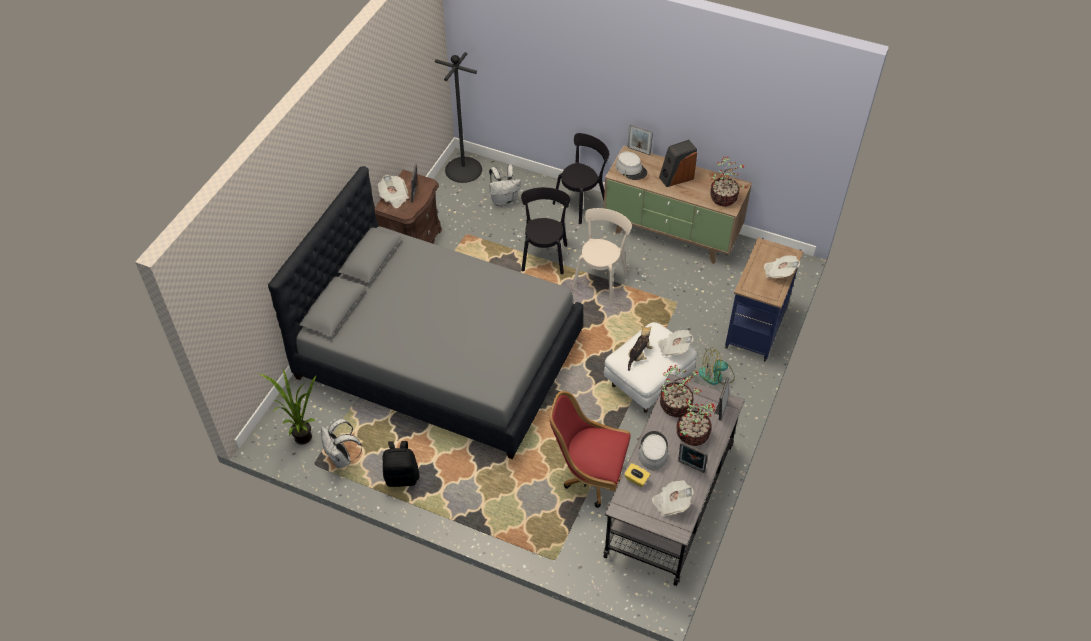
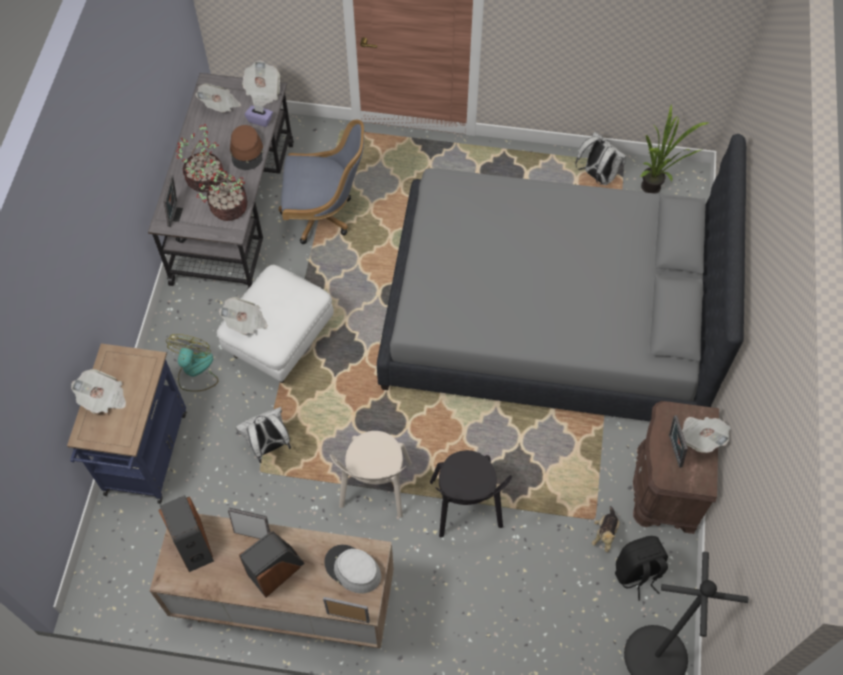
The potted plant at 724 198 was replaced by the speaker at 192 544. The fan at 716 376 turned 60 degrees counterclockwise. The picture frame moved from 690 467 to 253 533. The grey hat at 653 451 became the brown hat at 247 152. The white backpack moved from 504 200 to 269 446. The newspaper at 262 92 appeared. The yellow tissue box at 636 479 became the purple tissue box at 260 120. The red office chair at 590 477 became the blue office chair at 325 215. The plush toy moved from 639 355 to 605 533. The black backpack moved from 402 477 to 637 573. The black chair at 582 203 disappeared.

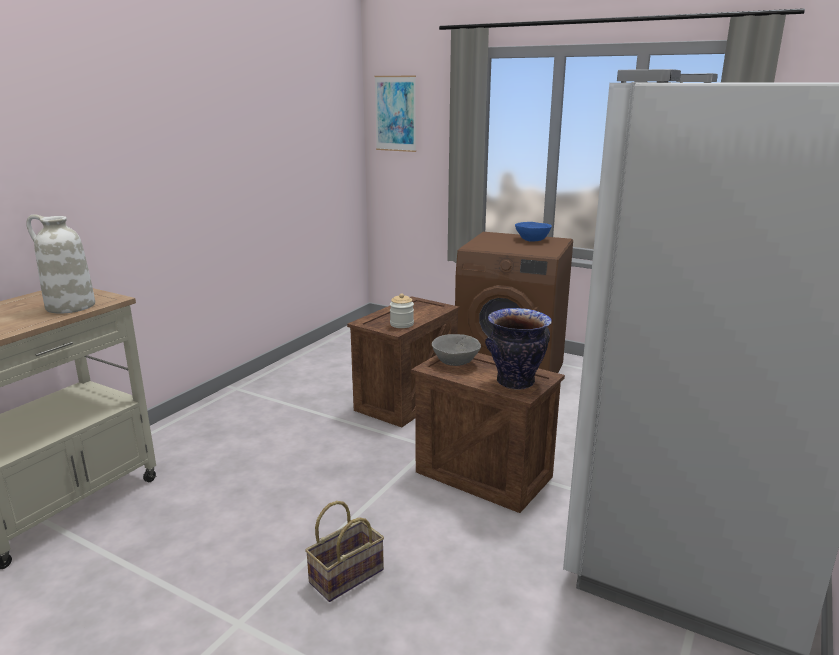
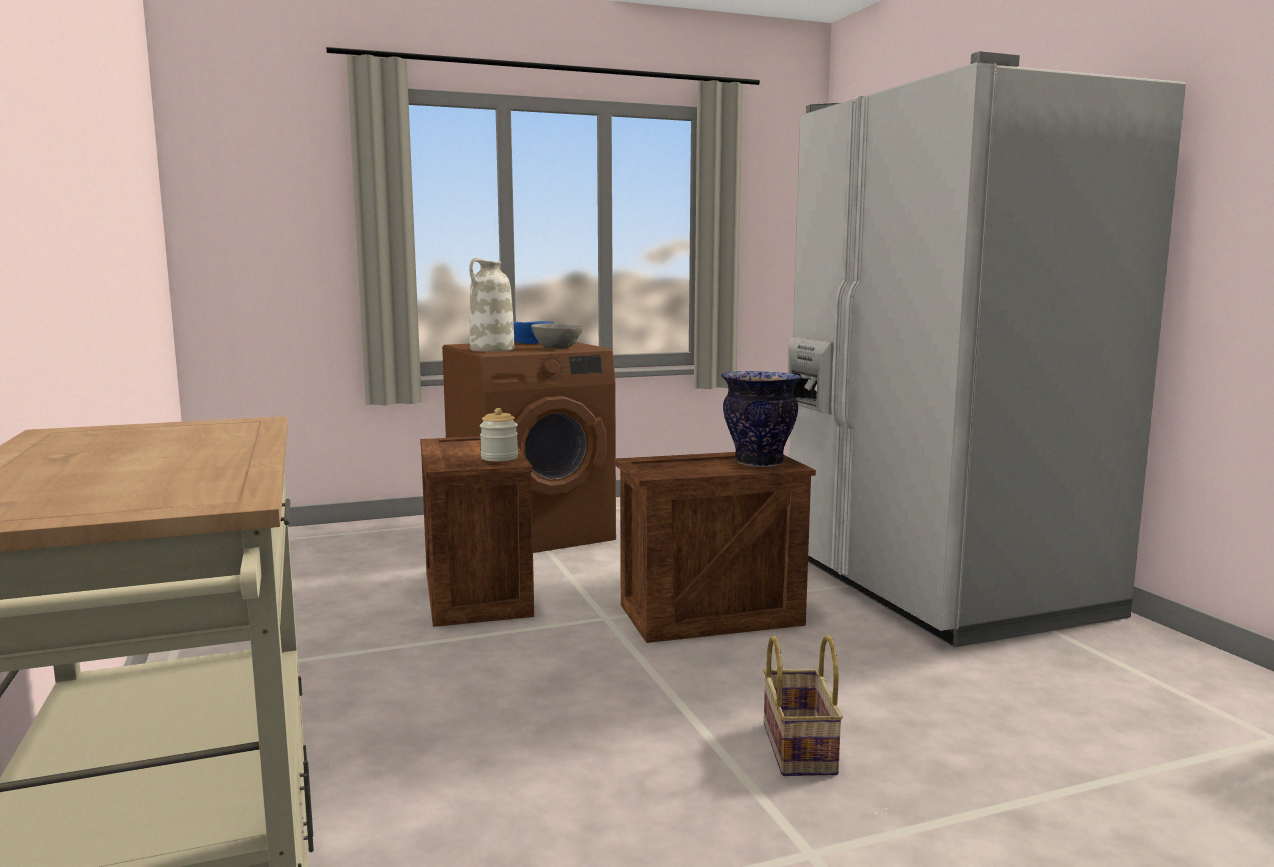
The white vase moved from 69 306 to 492 349. The grey bowl moved from 455 362 to 557 348. The picture at 395 113 disappeared.

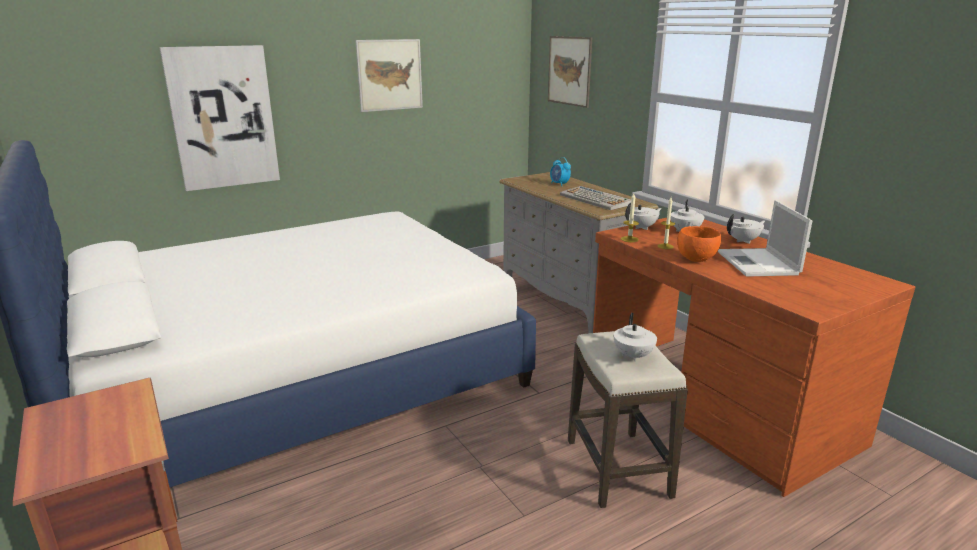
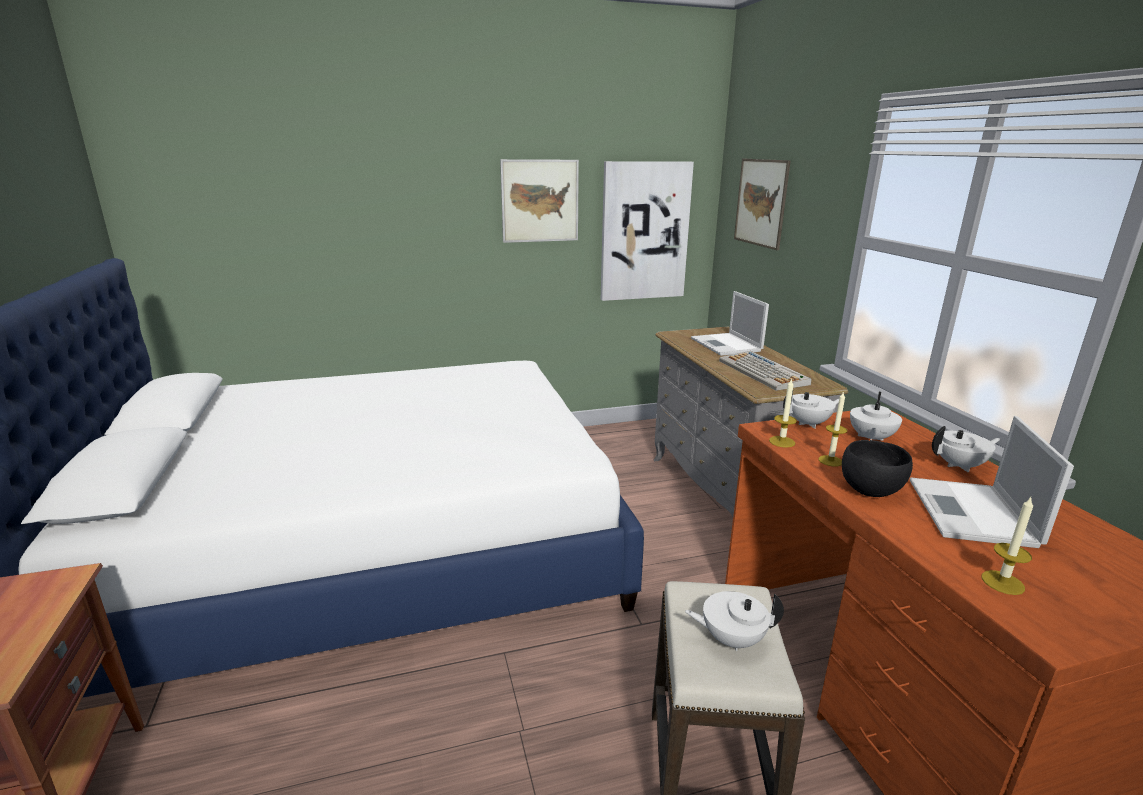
The picture moved from 223 117 to 644 231. The white teapot at 633 356 turned 75 degrees clockwise. The alarm clock at 559 184 was replaced by the laptop at 727 345. The orange bowl at 695 259 became the black bowl at 869 490. The candle at 1002 582 appeared.

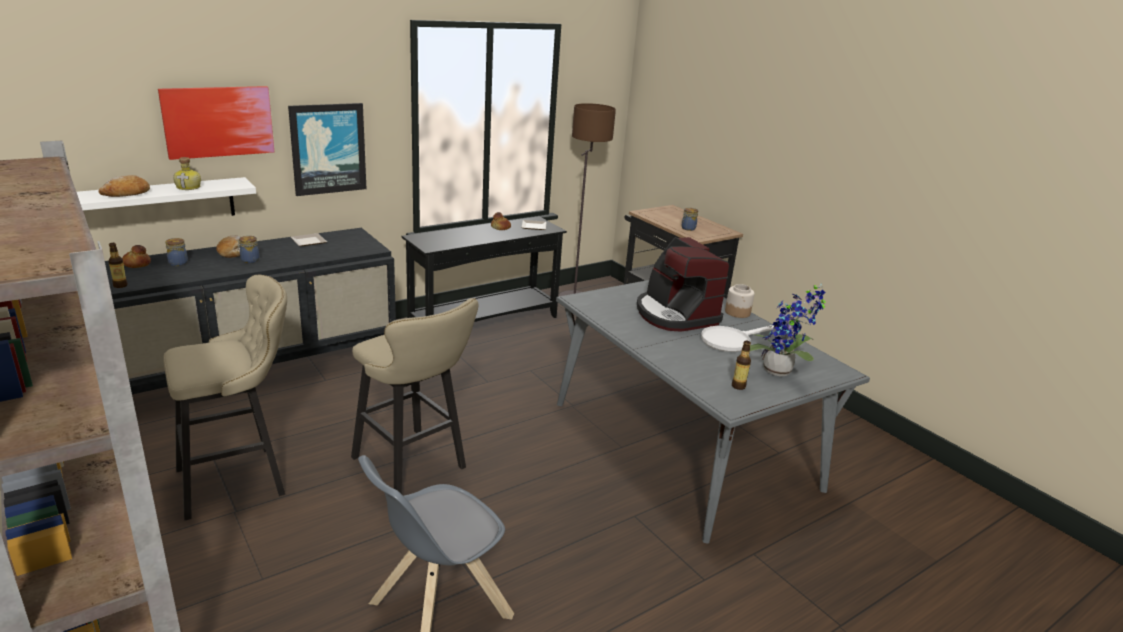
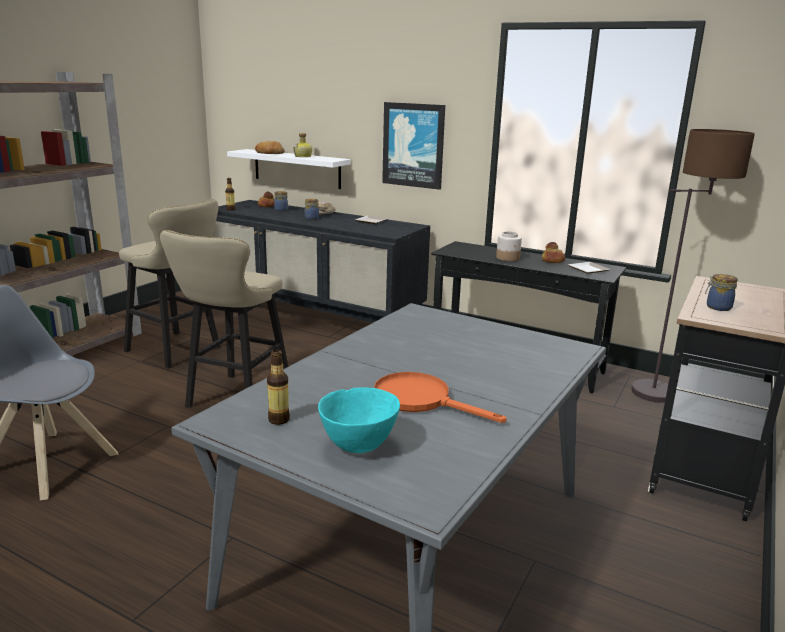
The potted plant at 780 372 was replaced by the turquoise bowl at 357 446. The white frying pan at 730 340 became the orange frying pan at 421 400. The jar moved from 737 312 to 508 258. The picture at 218 121 disappeared. The coffee machine at 675 314 disappeared.

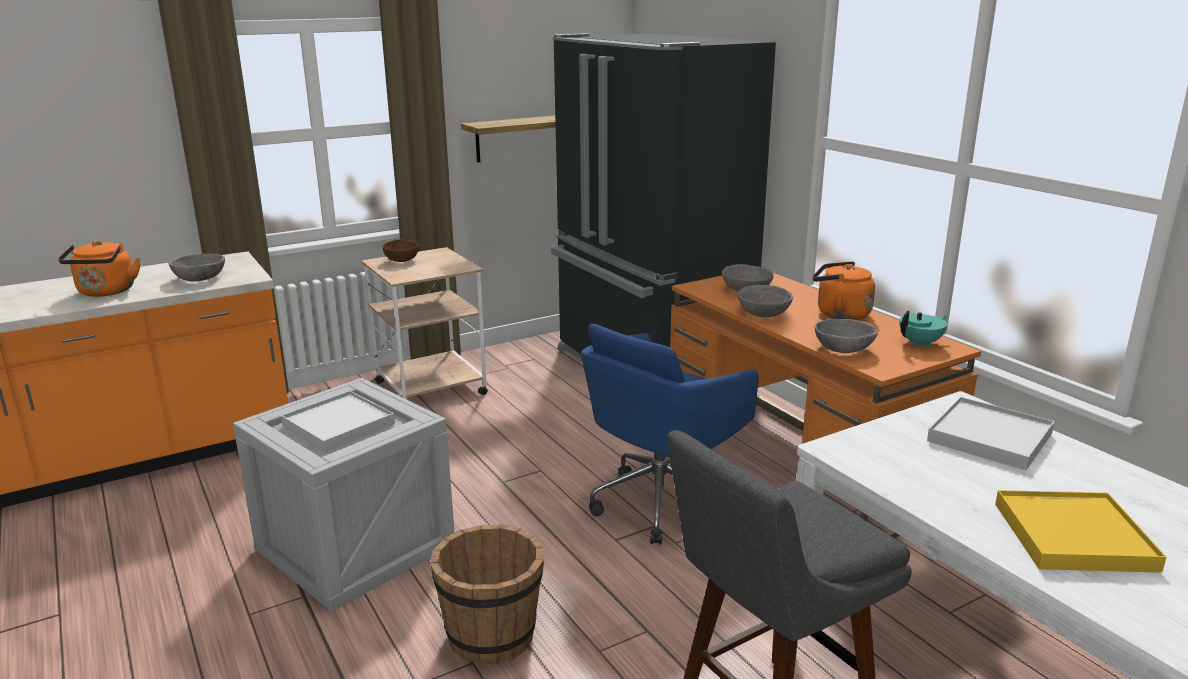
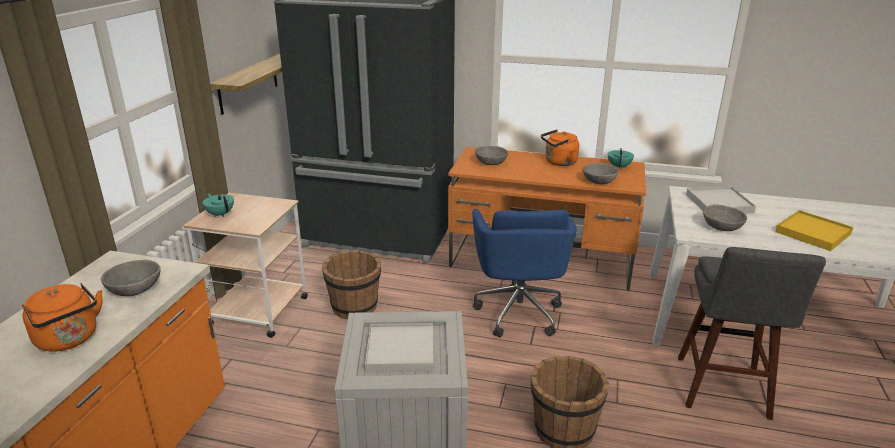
The brown bowl at 402 260 was replaced by the turquoise teapot at 220 214. The brown bucket at 354 308 appeared. The grey bowl moved from 764 313 to 721 227.

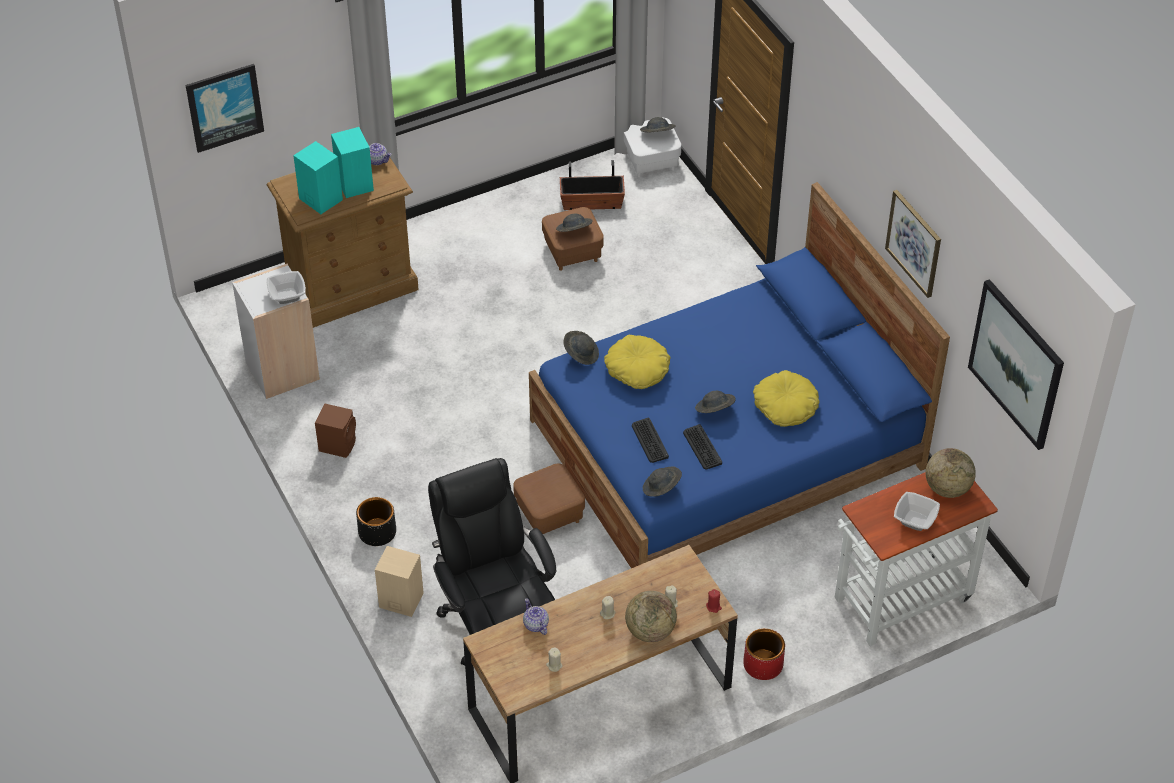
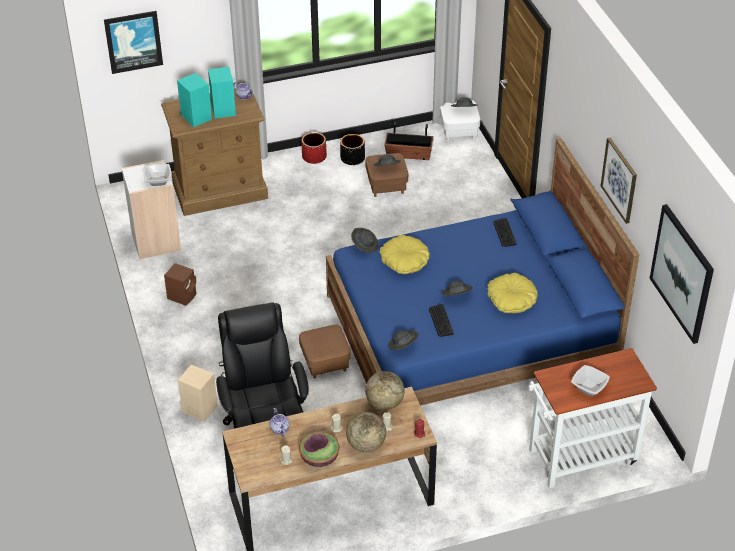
The bowl at 319 458 appeared. The red planter moved from 763 665 to 314 157. The black planter moved from 377 532 to 352 158. The globe moved from 947 488 to 384 403. The keyboard moved from 649 441 to 504 233.

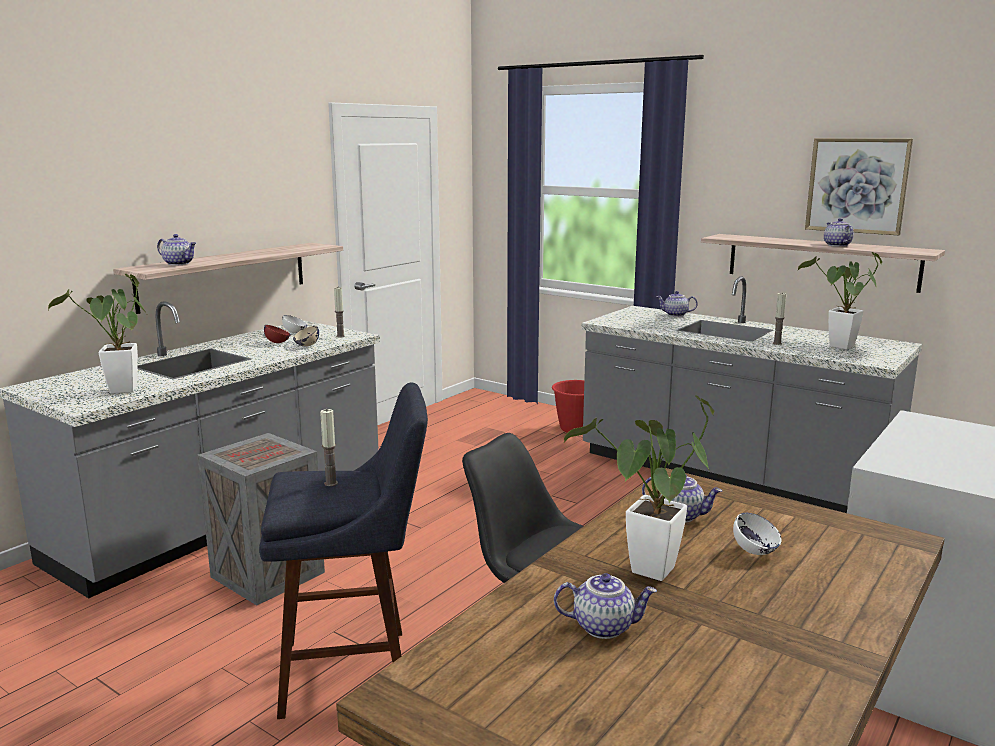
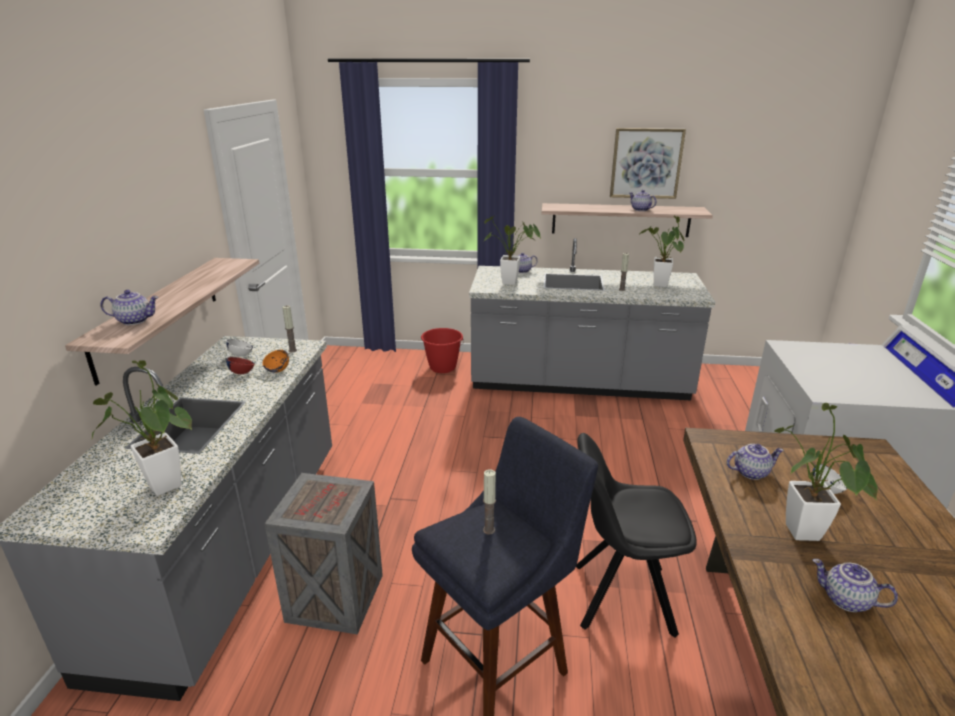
The beige bowl at 306 346 became the orange bowl at 277 370. The potted plant at 513 283 appeared. The teapot at 604 626 turned 120 degrees counterclockwise.

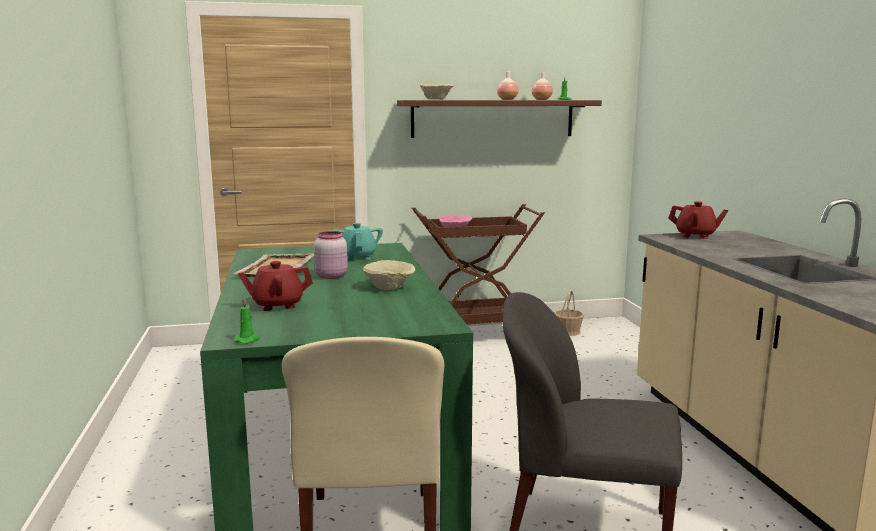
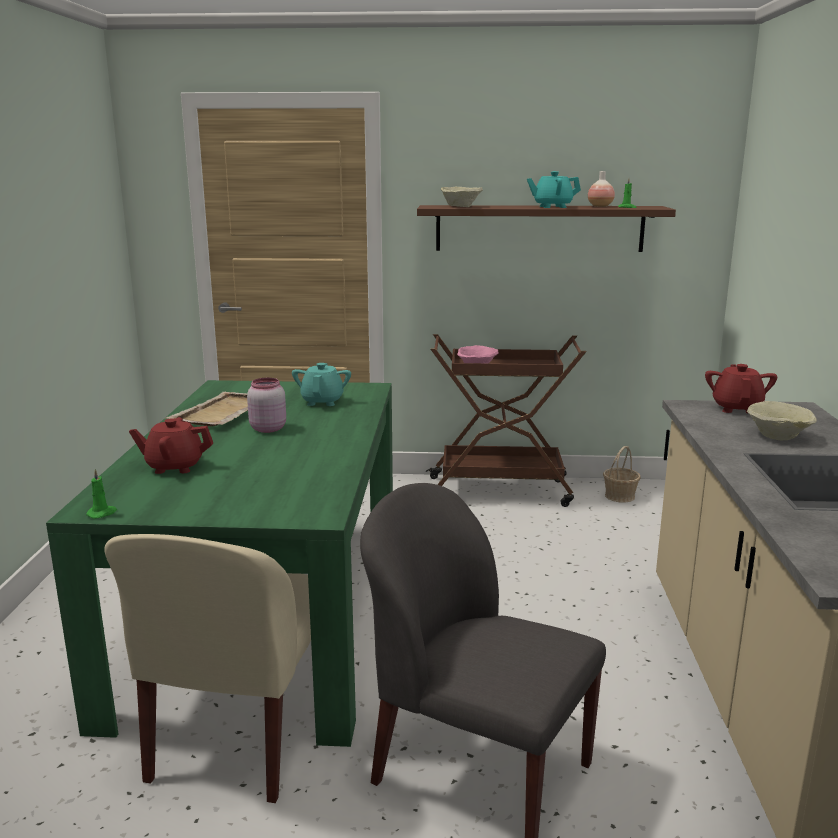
The vase at 507 99 was replaced by the turquoise teapot at 552 207. The red teapot at 695 236 turned 120 degrees counterclockwise. The beige bowl moved from 390 288 to 778 436.

